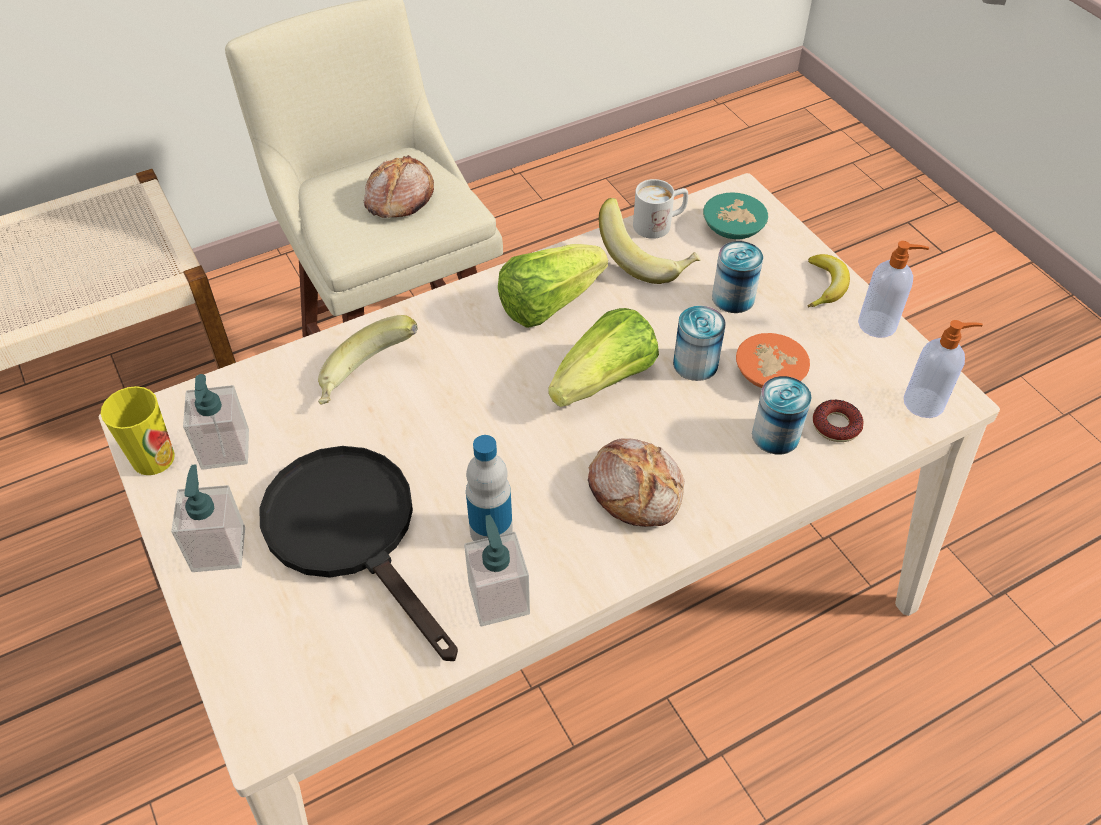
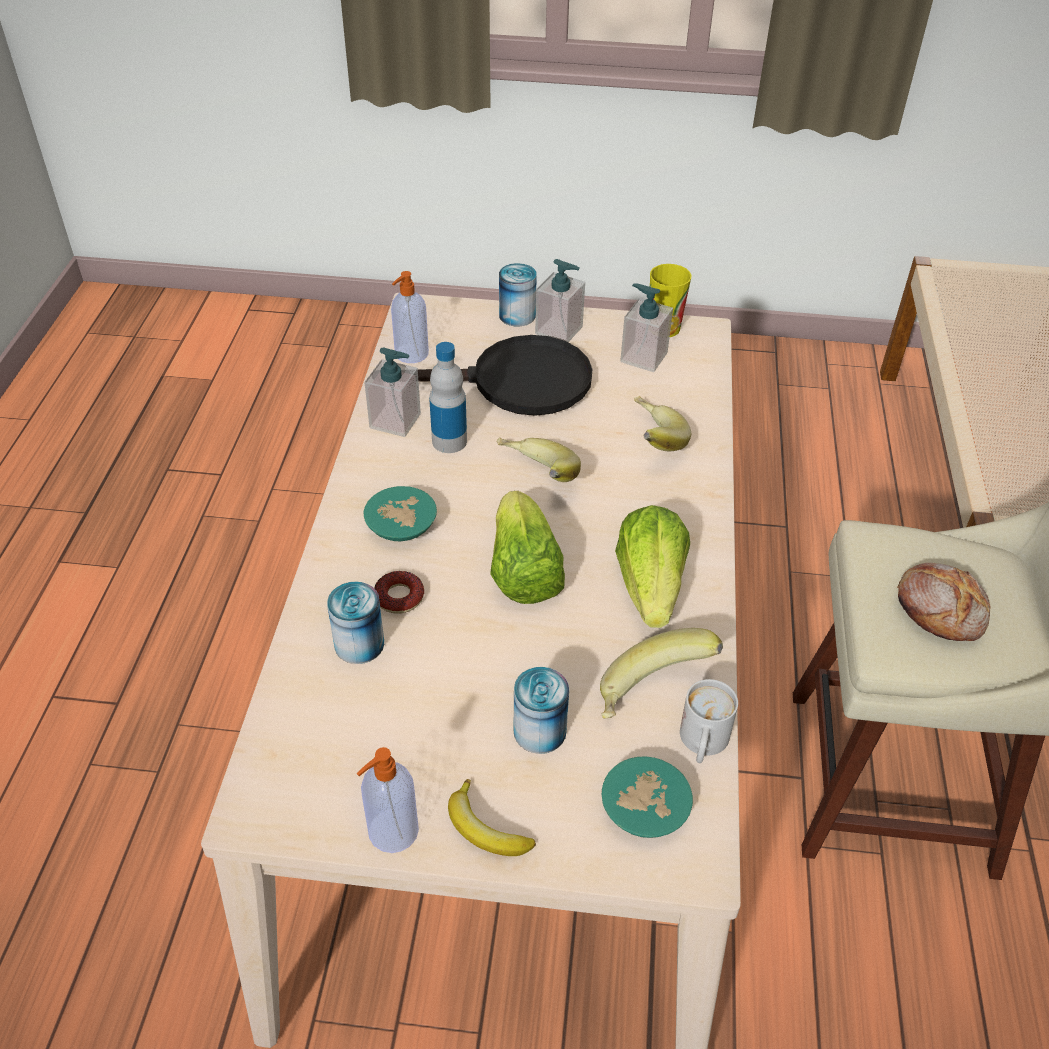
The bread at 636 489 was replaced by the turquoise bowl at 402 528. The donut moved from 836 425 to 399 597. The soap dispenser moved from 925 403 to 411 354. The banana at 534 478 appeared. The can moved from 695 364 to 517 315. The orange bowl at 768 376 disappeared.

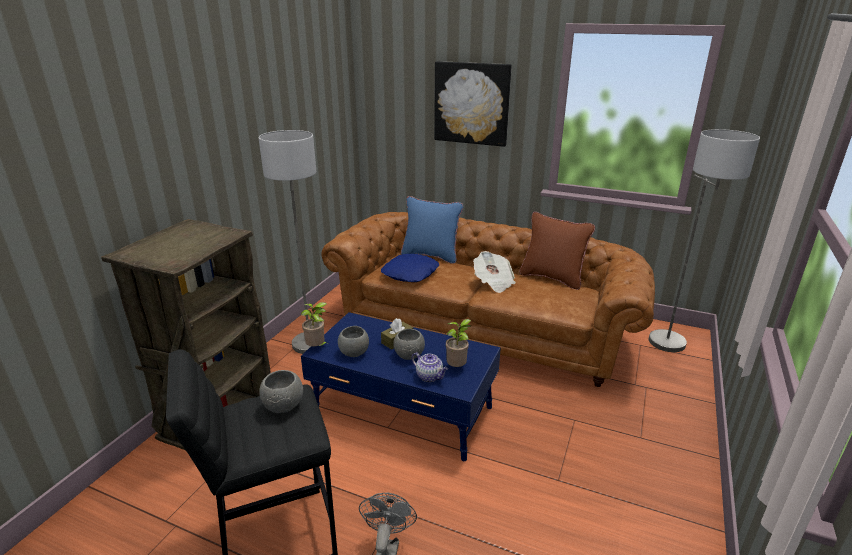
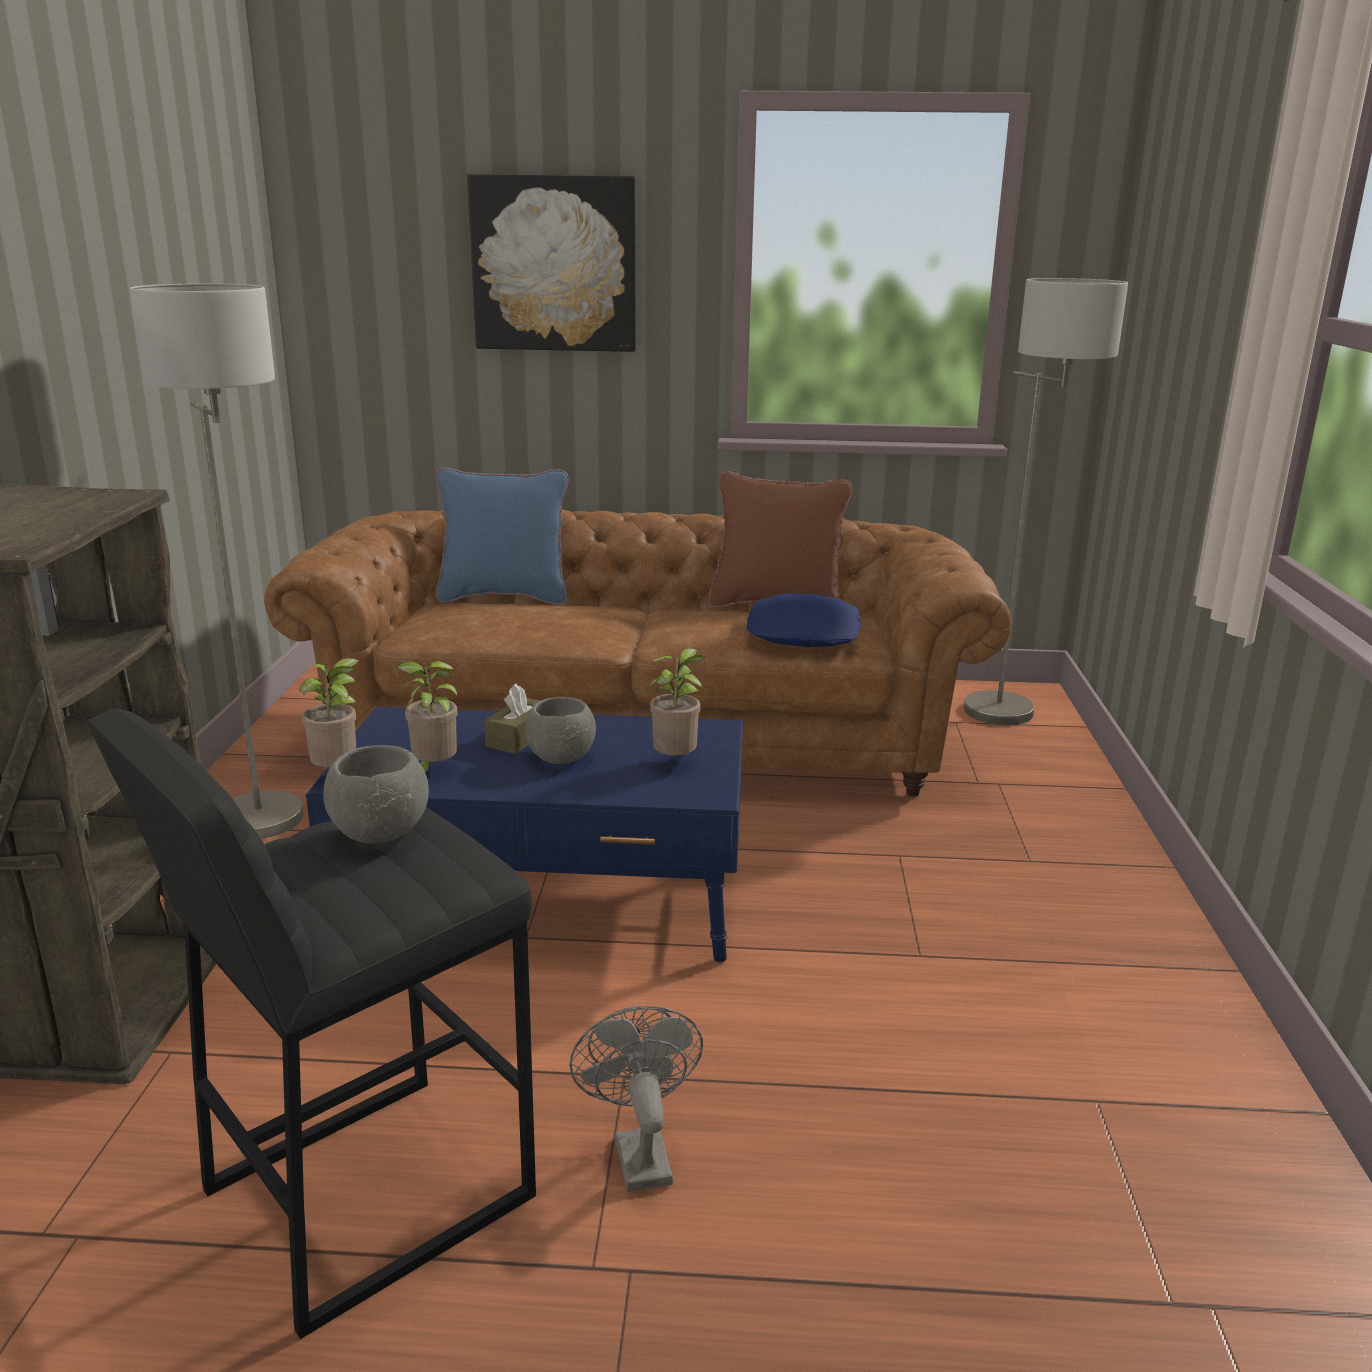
The grey bowl at 353 353 was replaced by the potted plant at 433 771. The blue pillow moved from 410 273 to 804 635. The teapot at 430 376 disappeared. The newspaper at 493 282 disappeared.

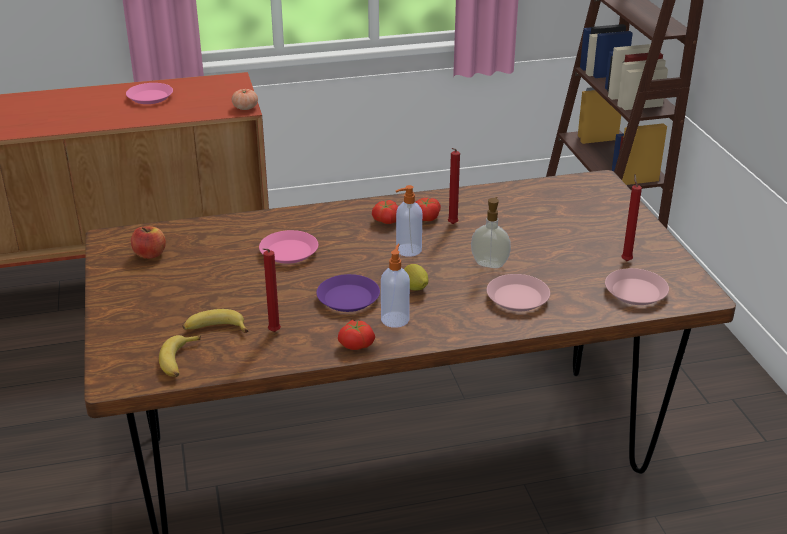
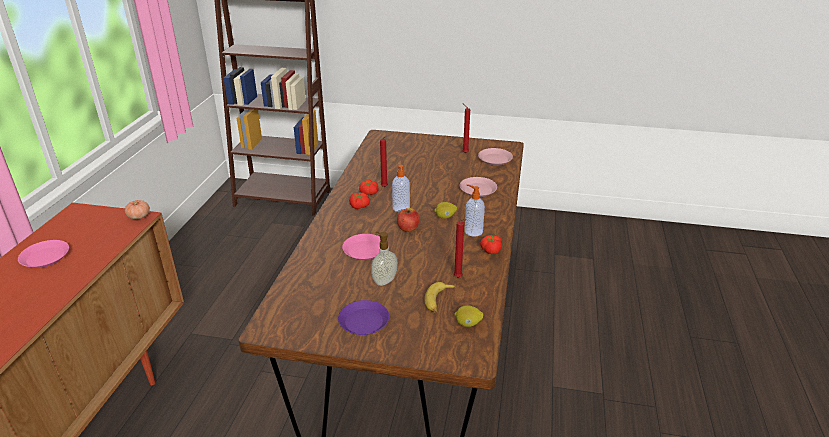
The purple plate moved from 348 298 to 364 322. The soap dispenser moved from 490 264 to 384 280. The apple moved from 150 254 to 408 228. The banana at 179 361 was replaced by the lemon at 468 324.

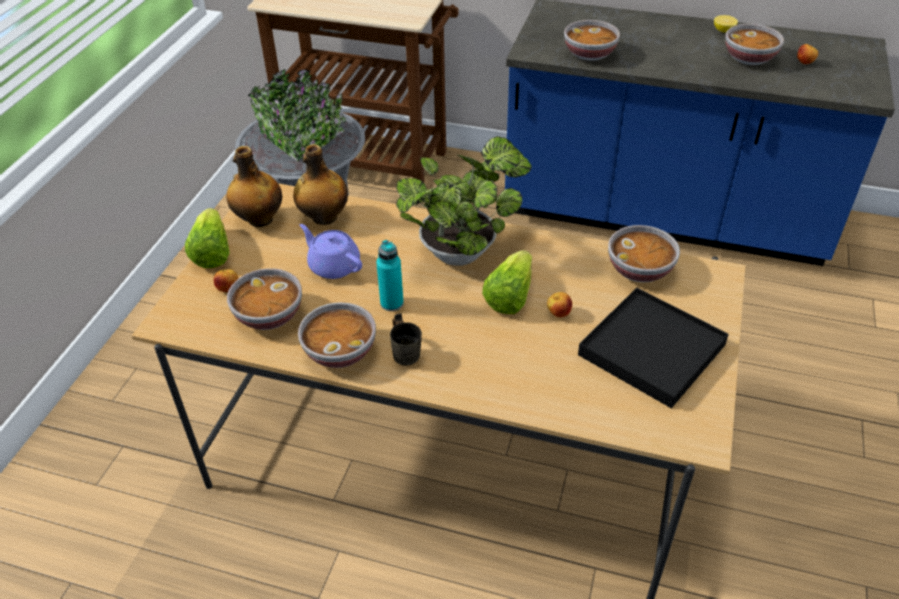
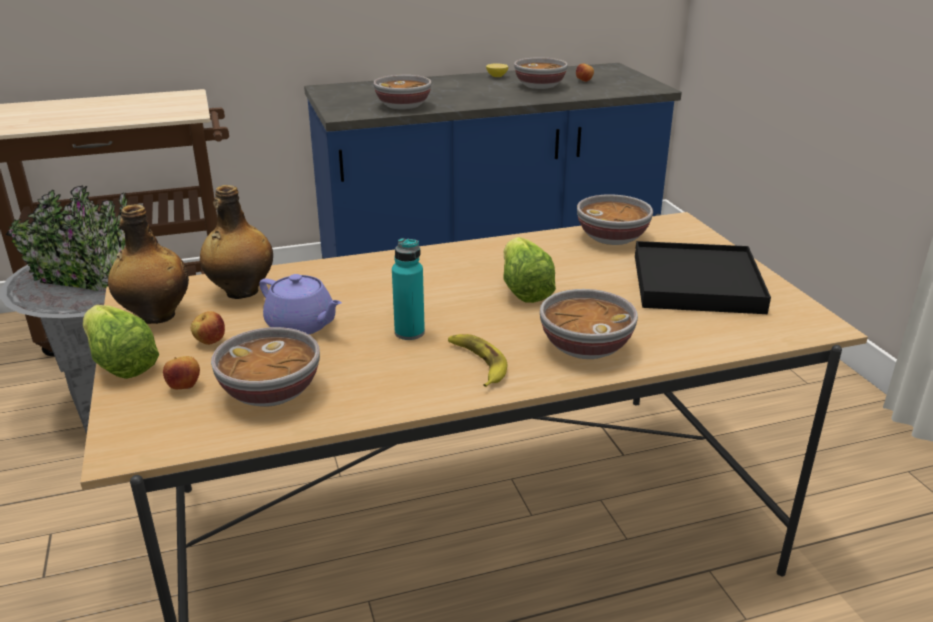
The apple moved from 558 313 to 210 342. The purple teapot at 333 266 turned 150 degrees counterclockwise. The grey mug at 407 351 was replaced by the banana at 477 363. The bowl moved from 340 351 to 584 346. The potted plant at 463 251 disappeared.

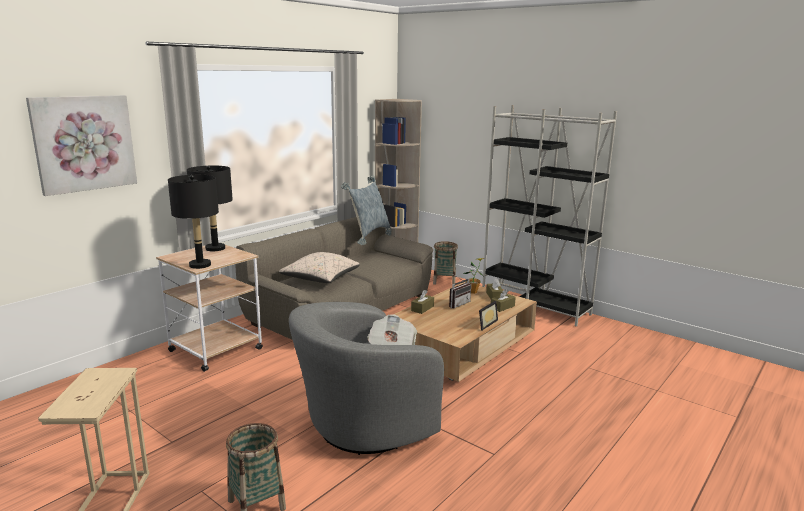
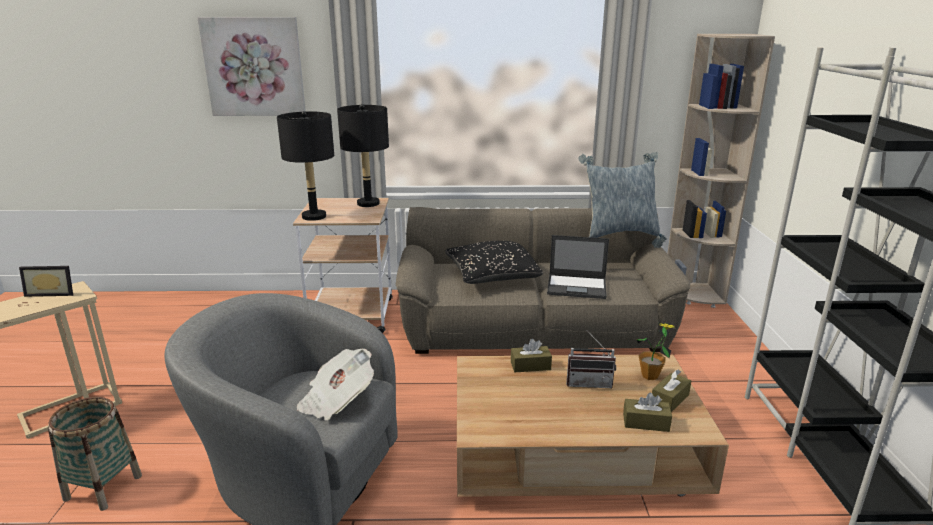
The picture frame moved from 485 324 to 53 292. The beige pillow at 320 279 became the black pillow at 492 276. The laptop at 577 287 appeared. The basket at 444 281 disappeared.

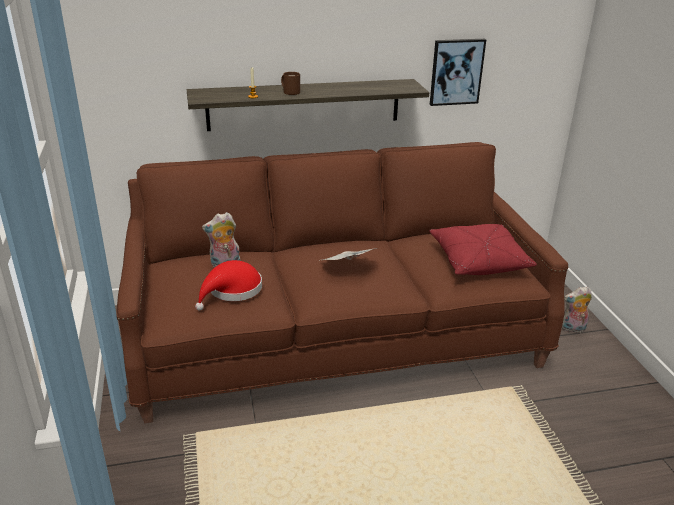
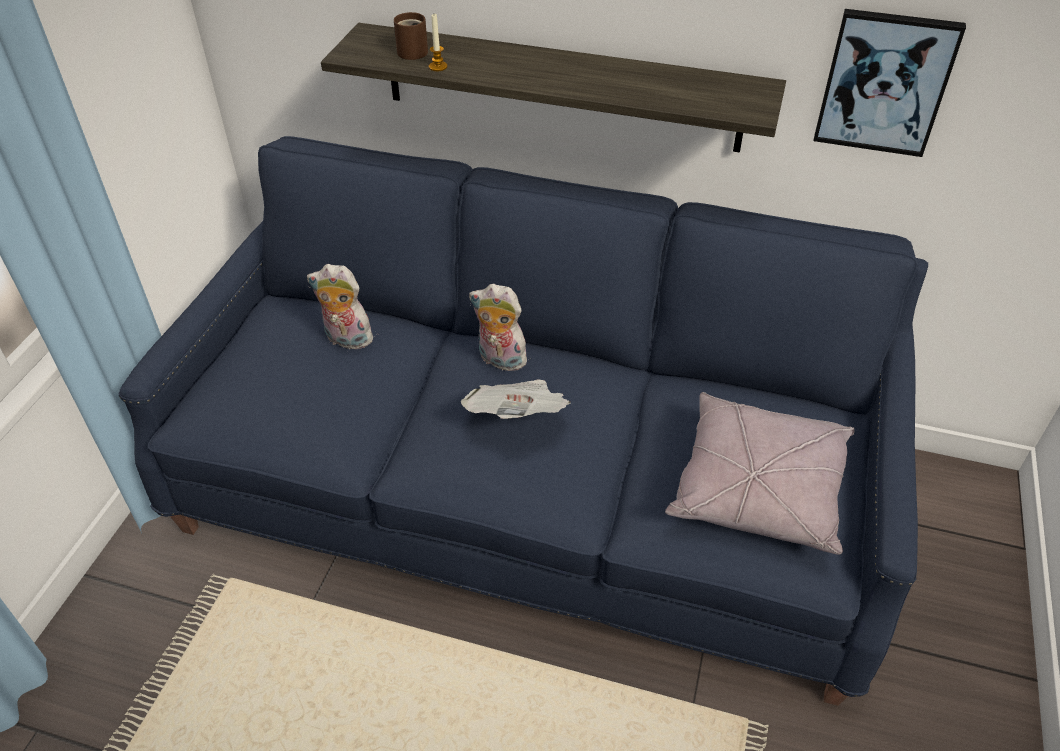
The brown sofa at 335 337 became the blue sofa at 531 491. The brown mug moved from 291 92 to 413 51. The plush toy moved from 573 329 to 499 360. The red pillow at 478 261 became the purple pillow at 758 488. The red hat at 232 291 disappeared.

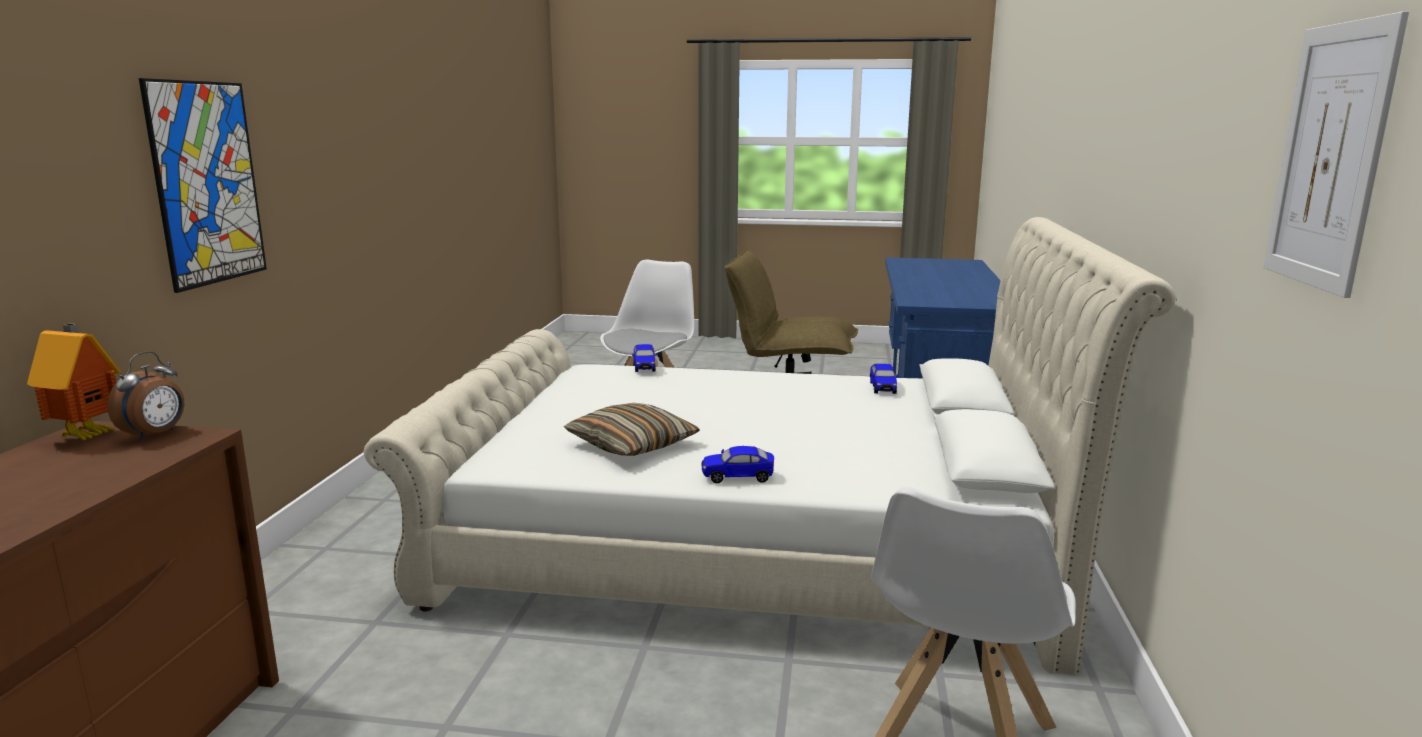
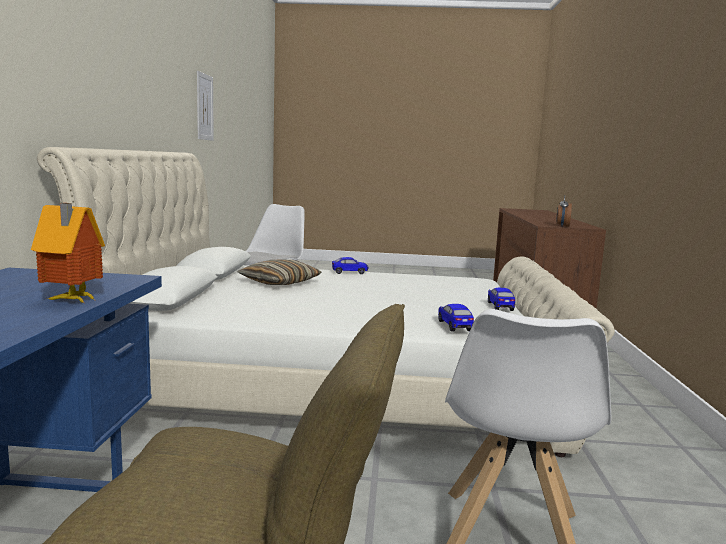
The toy house moved from 89 435 to 71 301. The pillow moved from 631 445 to 279 282. The toy car moved from 882 388 to 500 306. The picture at 207 183 disappeared.

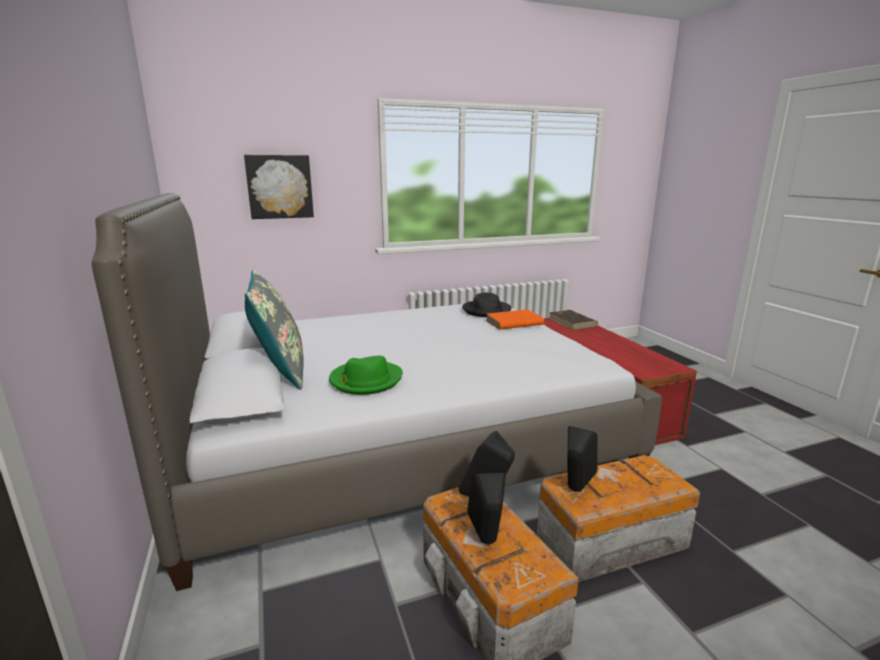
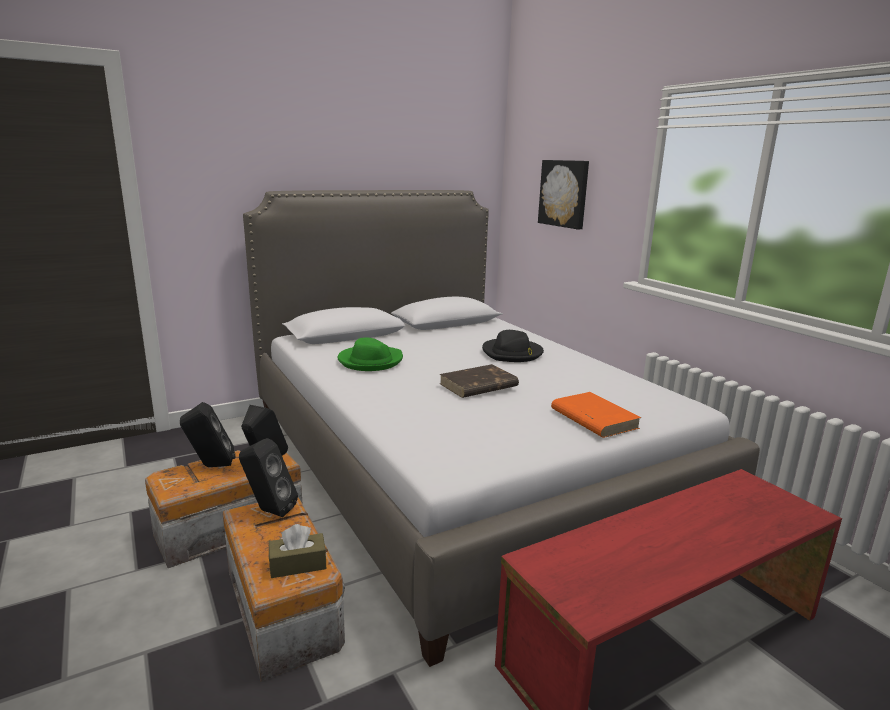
The brown tissue box at 298 564 appeared. The brown book moved from 572 322 to 478 385. The black hat moved from 486 311 to 512 353. The grey pillow at 280 371 disappeared.

